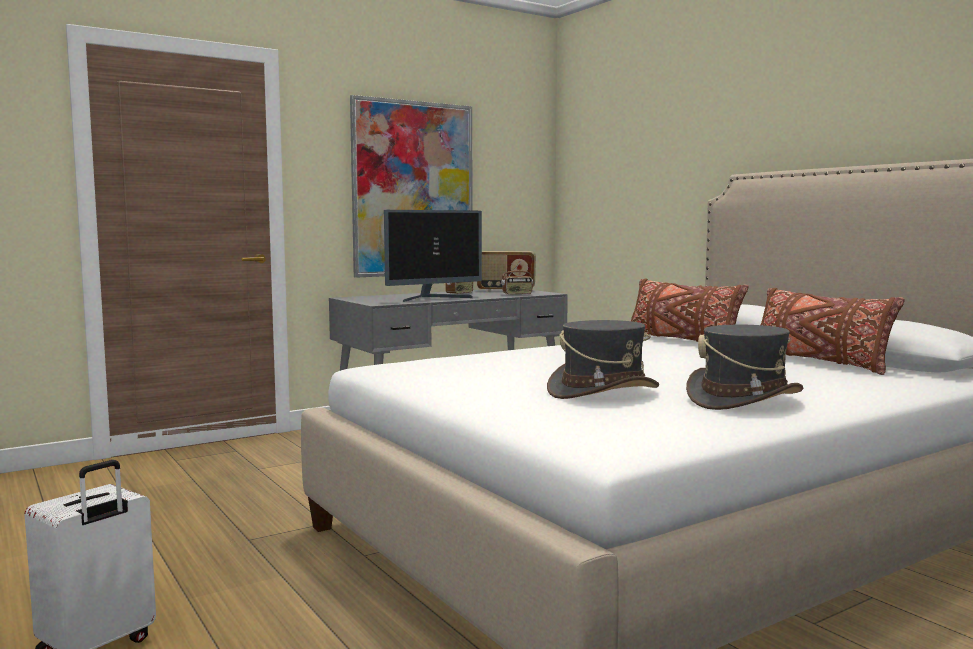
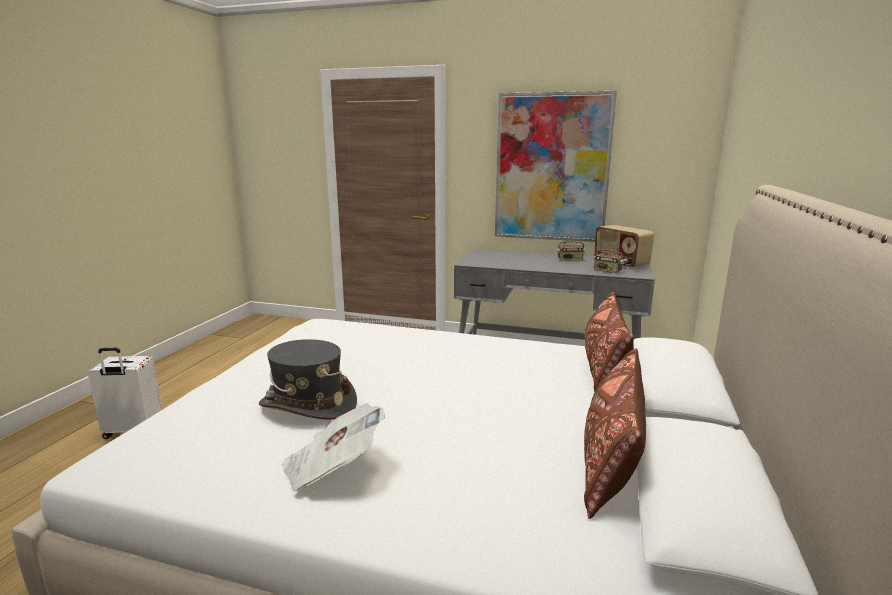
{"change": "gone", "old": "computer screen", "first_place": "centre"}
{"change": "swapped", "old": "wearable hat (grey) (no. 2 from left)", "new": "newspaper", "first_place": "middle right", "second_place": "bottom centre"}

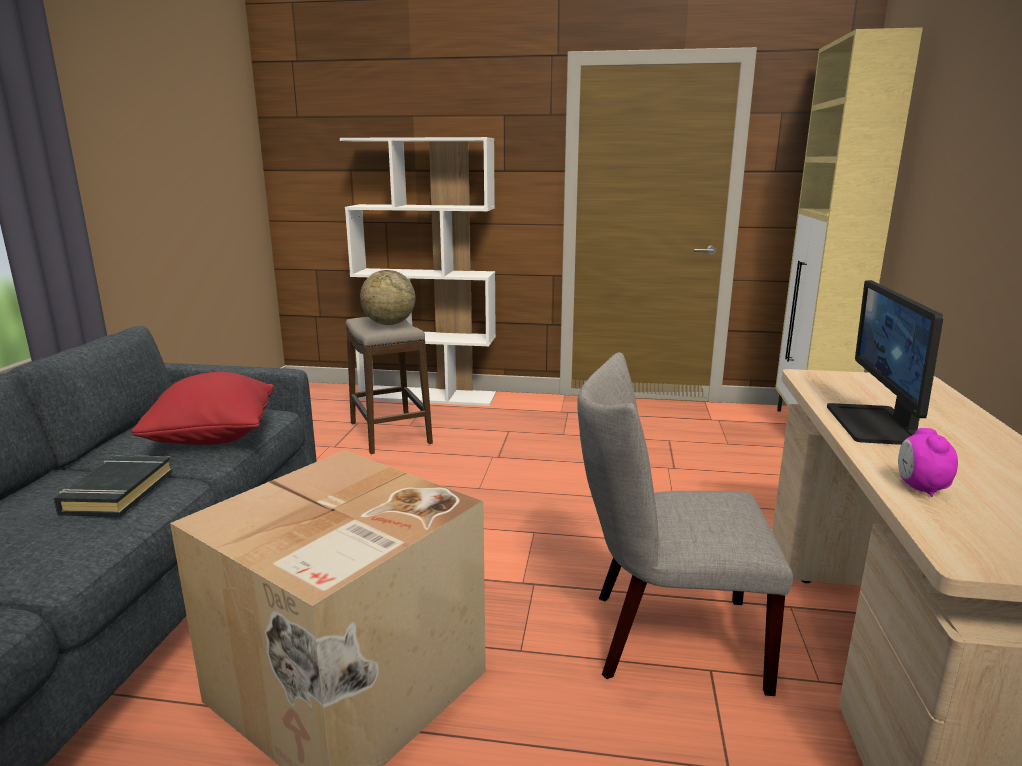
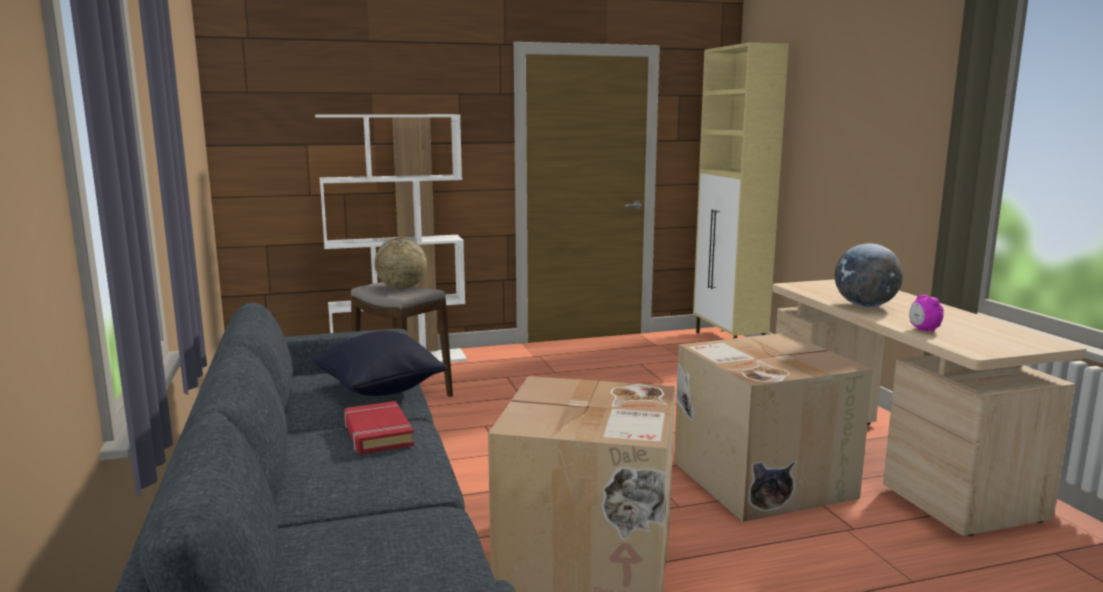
{"change": "repainted", "old": "volume (blackish)", "new": "volume (red-coloured)", "first_place": "middle left", "second_place": "bottom centre"}
{"change": "repainted", "old": "throw pillow (red-coloured)", "new": "throw pillow (blackish)", "first_place": "middle left", "second_place": "centre"}
{"change": "swapped", "old": "chair (grey)", "new": "carton (no. 2 from left)", "first_place": "bottom right", "second_place": "bottom right"}
{"change": "swapped", "old": "computer screen", "new": "globe (no. 2 from left)", "first_place": "middle right", "second_place": "middle right"}

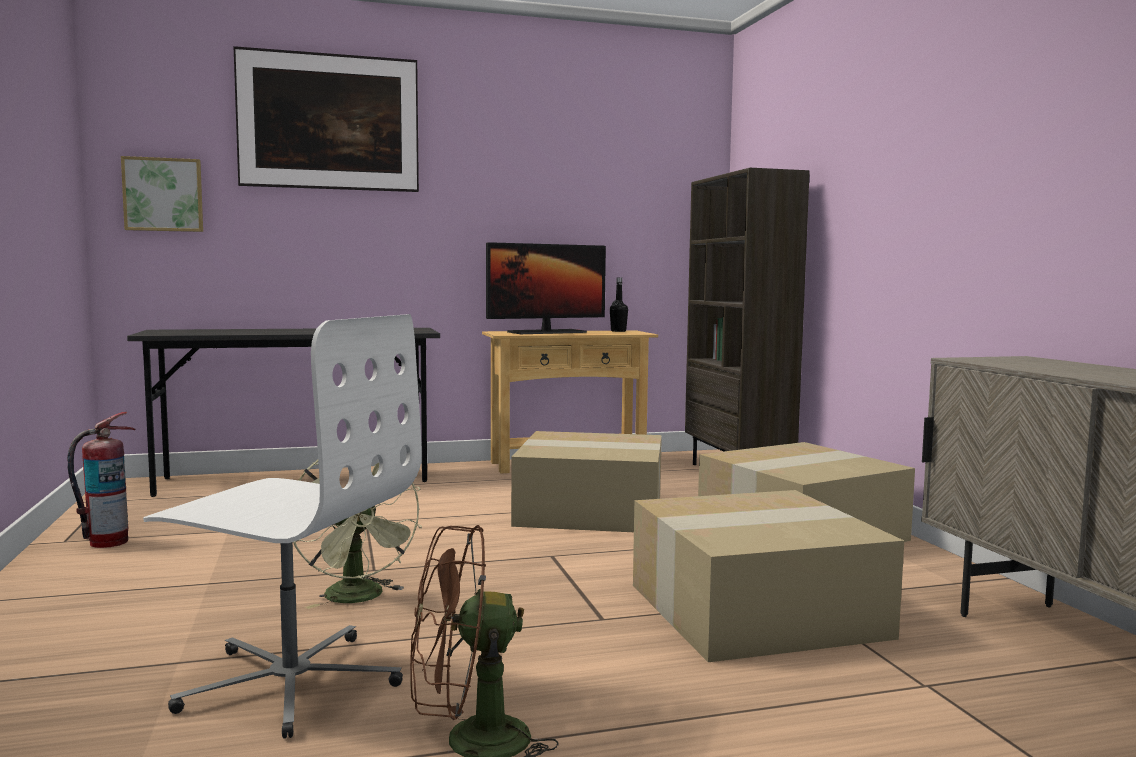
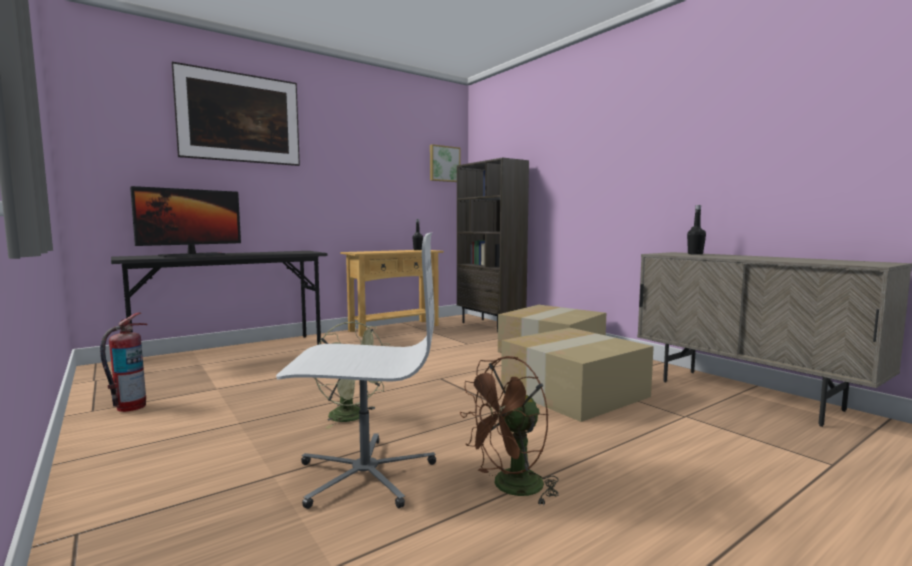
{"change": "shifted", "old": "wall art (no. 1 from left in the first image)", "new": "wall art (no. 2 from left)", "first_place": "top left", "second_place": "top centre"}
{"change": "shifted", "old": "computer screen", "first_place": "centre", "second_place": "middle left"}
{"change": "gone", "old": "carton (no. 1 from left)", "first_place": "centre"}
{"change": "new", "new": "bottle (blackish) (no. 2 from left)", "second_place": "middle right"}

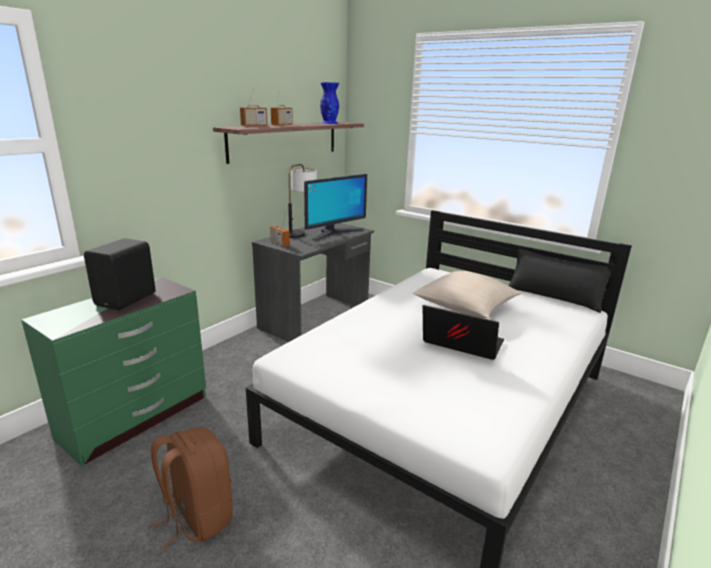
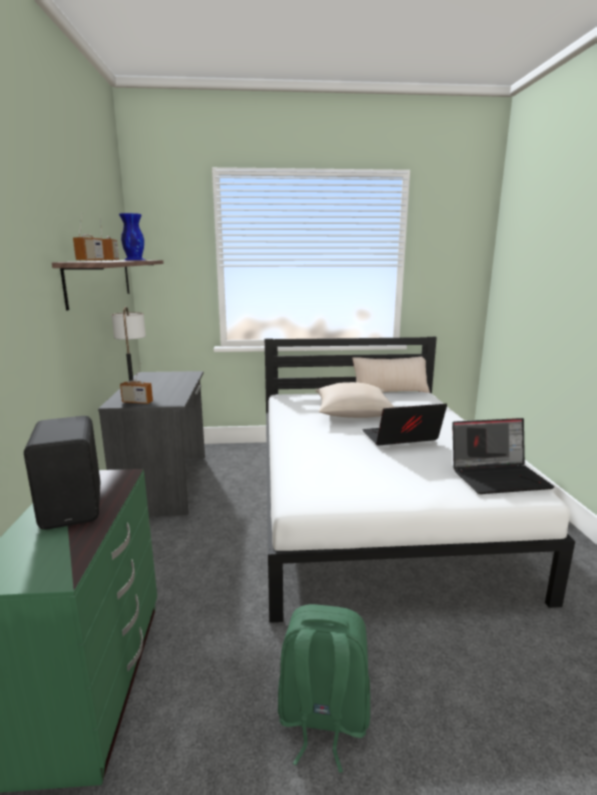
{"change": "repainted", "old": "rucksack (brown)", "new": "rucksack (greenish)", "first_place": "bottom left", "second_place": "bottom centre"}
{"change": "gone", "old": "computer screen", "first_place": "centre"}
{"change": "repainted", "old": "throw pillow (blackish)", "new": "throw pillow (beige-coloured) (no. 2 from left)", "first_place": "middle right", "second_place": "centre"}
{"change": "new", "new": "notebook computer (no. 2 from left)", "second_place": "middle right"}

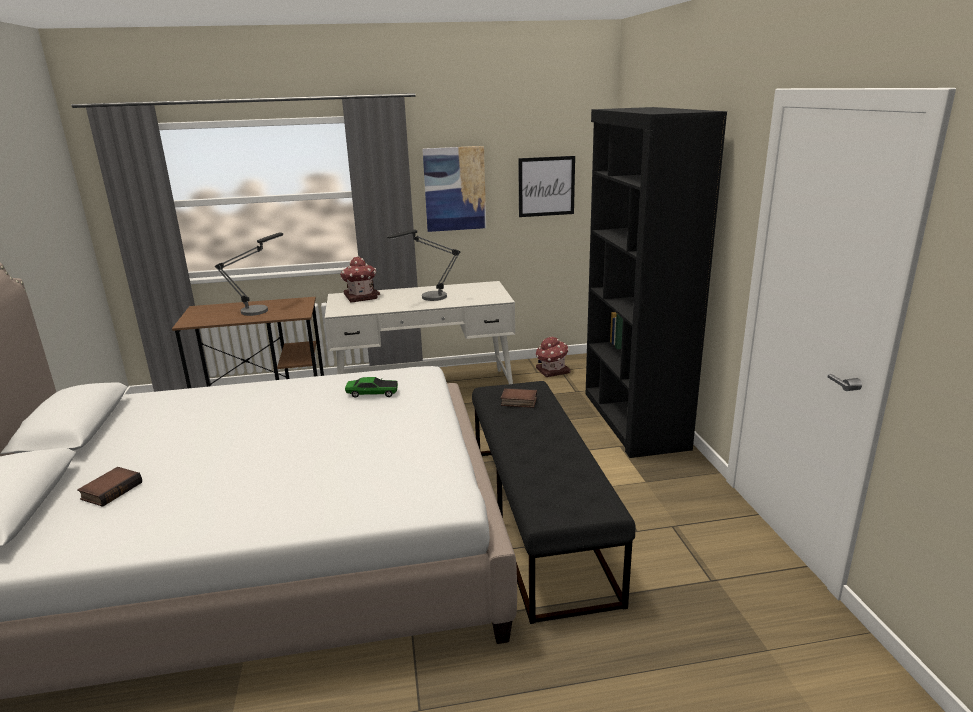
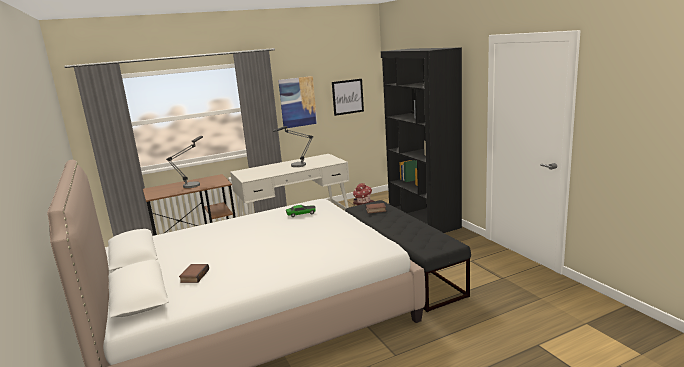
{"change": "gone", "old": "miniature house (no. 1 from left)", "first_place": "centre"}

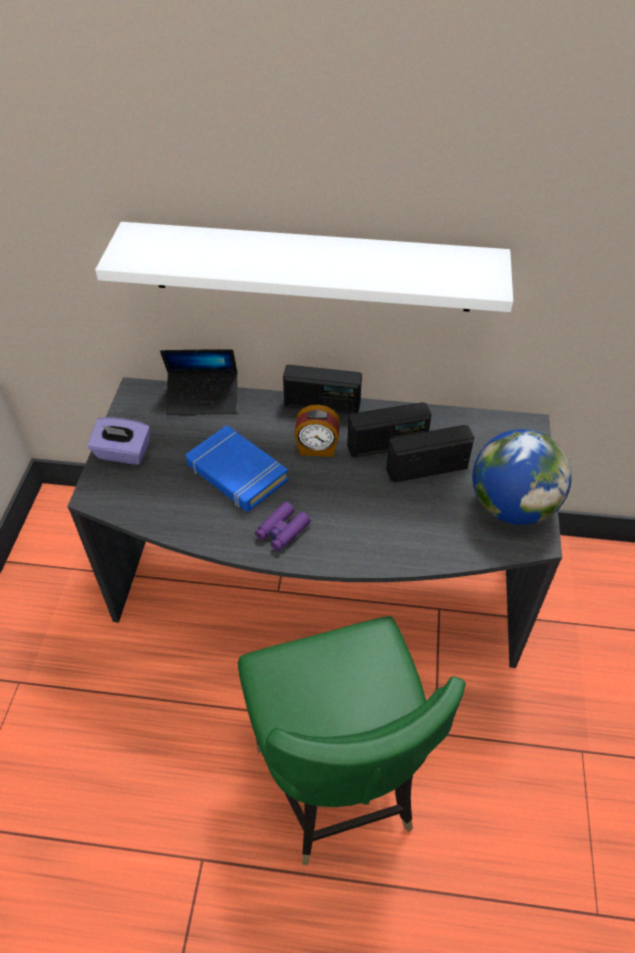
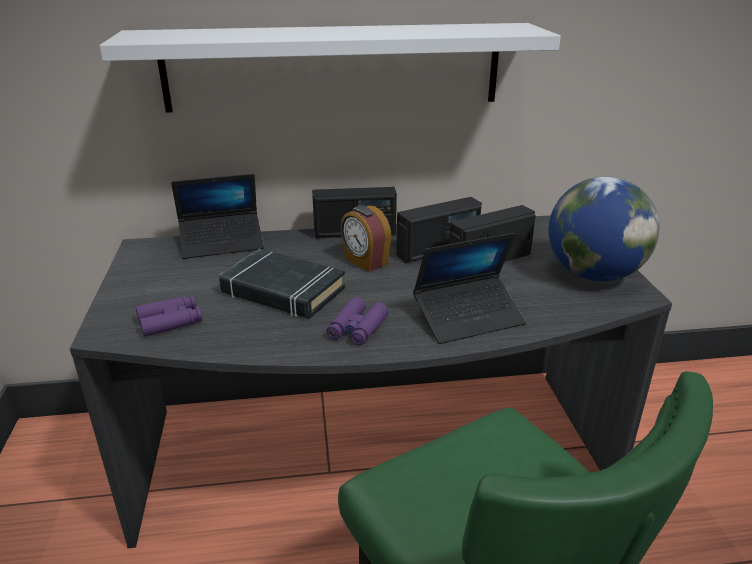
{"change": "gone", "old": "box of tissues (purple-coloured)", "first_place": "middle left"}
{"change": "repainted", "old": "volume (bluish)", "new": "volume (blackish)", "first_place": "centre", "second_place": "centre"}
{"change": "rotated", "old": "bedside clock", "first_place": "centre", "second_place": "centre", "degrees": 60}
{"change": "new", "new": "field glasses (purple-coloured) (no. 1 from left)", "second_place": "middle left"}
{"change": "new", "new": "notebook computer (no. 2 from left)", "second_place": "centre"}

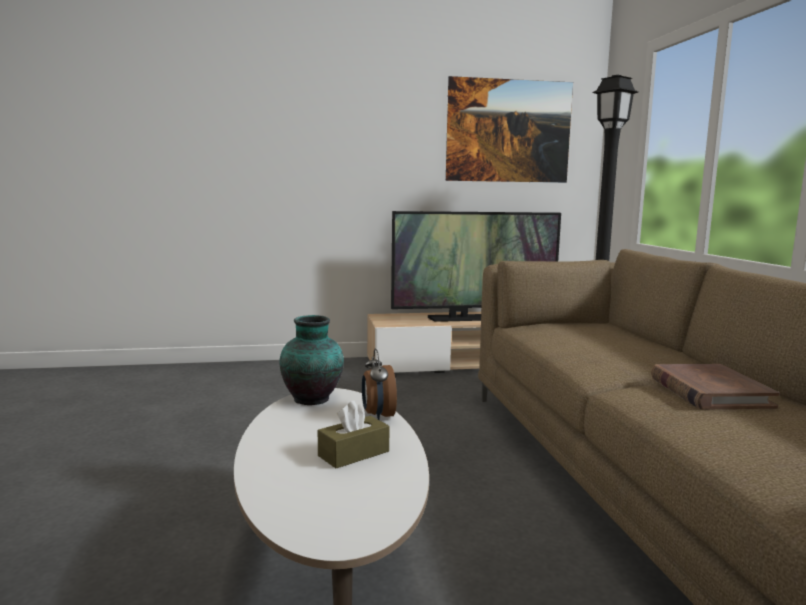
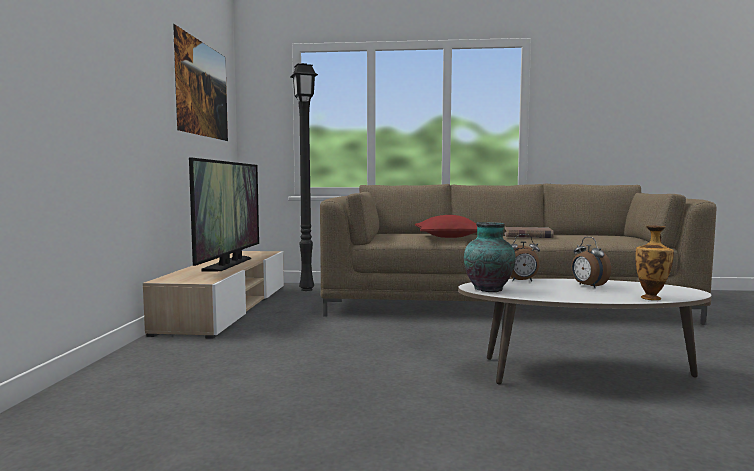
{"change": "swapped", "old": "box of tissues (brown)", "new": "bedside clock (no. 2 from left)", "first_place": "bottom centre", "second_place": "middle right"}
{"change": "new", "new": "throw pillow (red-coloured)", "second_place": "centre"}
{"change": "new", "new": "decorative vase (no. 2 from left)", "second_place": "middle right"}

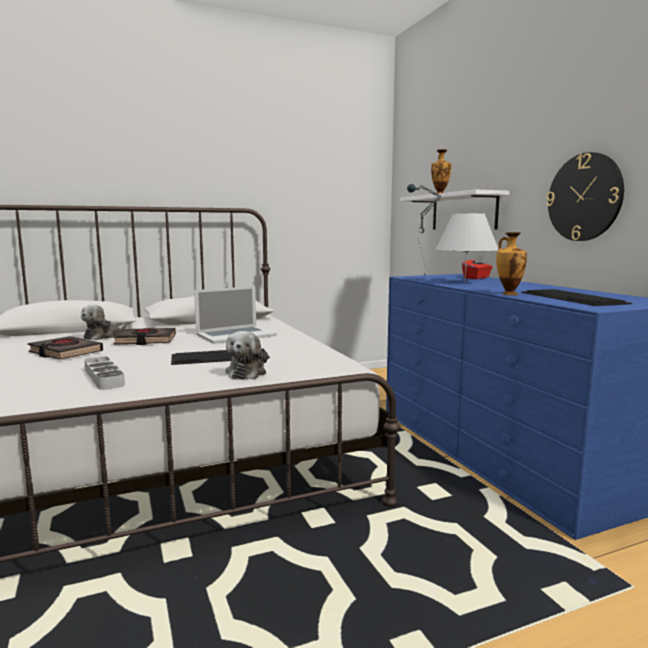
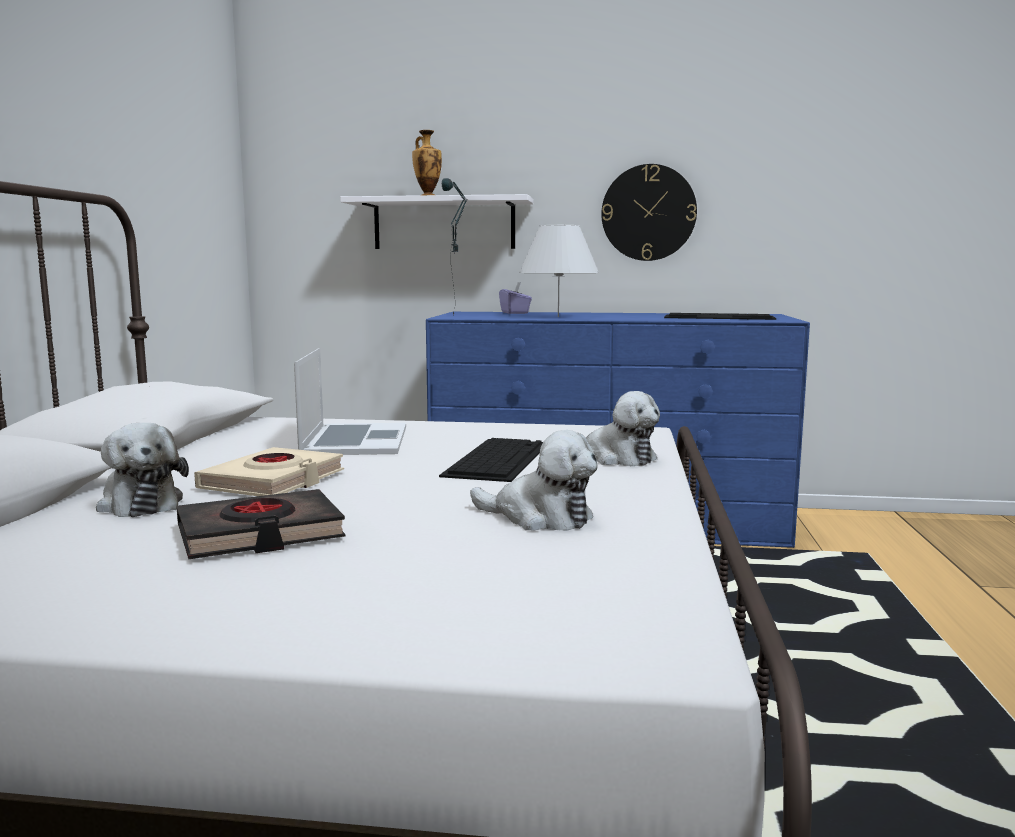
{"change": "swapped", "old": "carrying tray (grey)", "new": "soft toy (no. 2 from left)", "first_place": "middle left", "second_place": "centre"}
{"change": "repainted", "old": "volume (blackish) (no. 2 from left)", "new": "volume (beige-coloured)", "first_place": "middle left", "second_place": "middle left"}
{"change": "repainted", "old": "box of tissues (red-coloured)", "new": "box of tissues (purple-coloured)", "first_place": "middle right", "second_place": "centre"}
{"change": "gone", "old": "decorative vase (no. 2 from left)", "first_place": "middle right"}

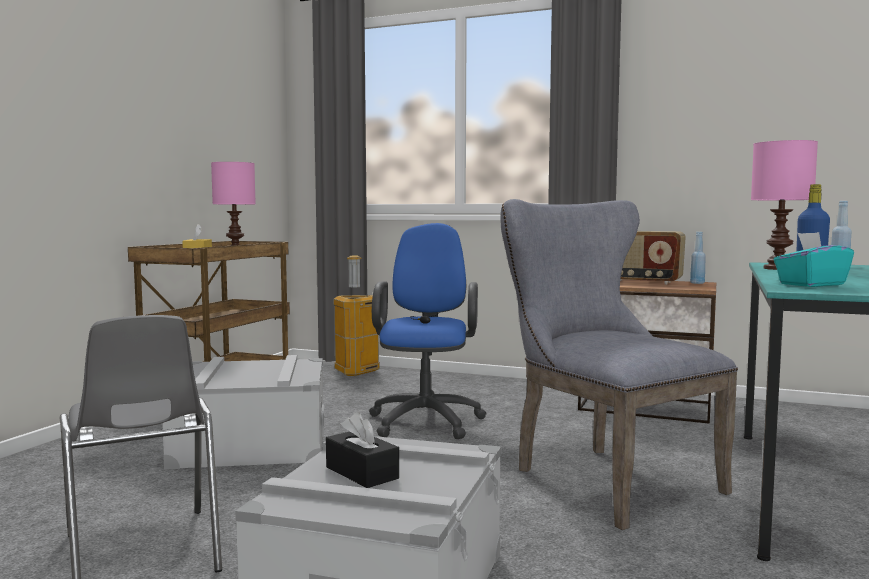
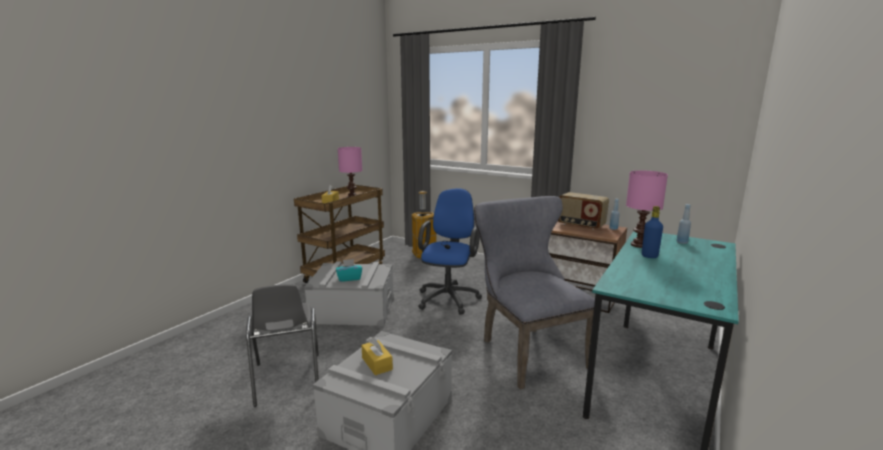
{"change": "repainted", "old": "box of tissues (blackish)", "new": "box of tissues (yellow) (no. 2 from left)", "first_place": "bottom centre", "second_place": "bottom centre"}
{"change": "shifted", "old": "box of tissues (turquoise)", "first_place": "middle right", "second_place": "centre"}

